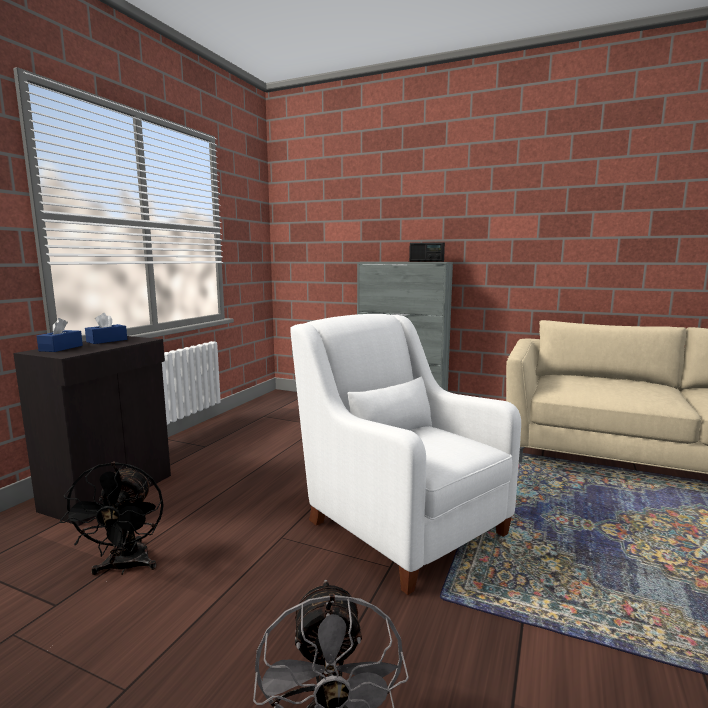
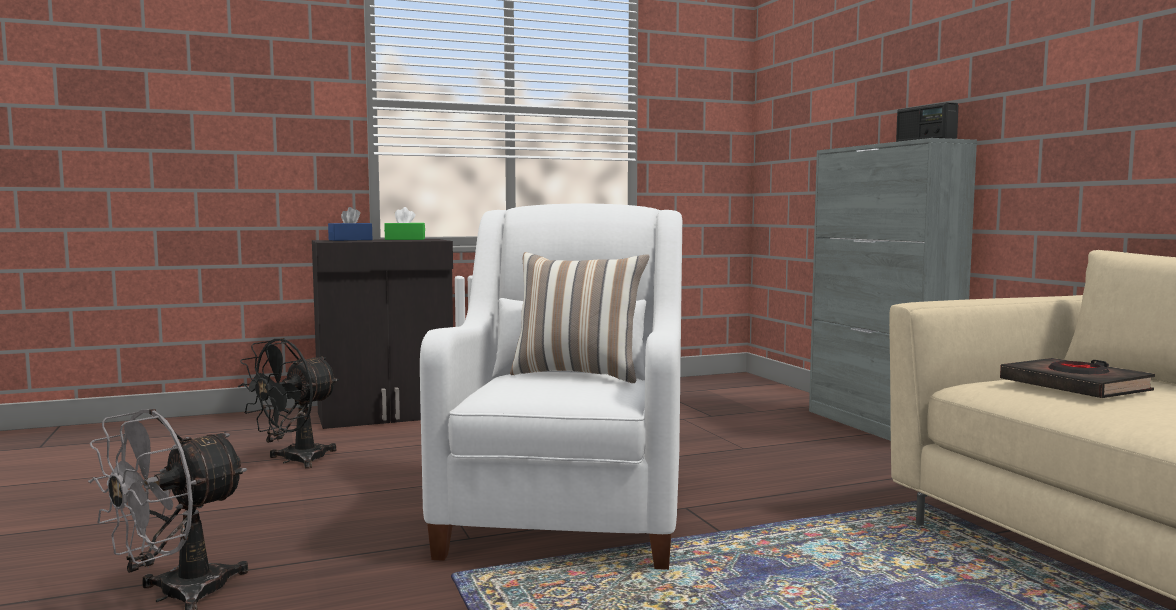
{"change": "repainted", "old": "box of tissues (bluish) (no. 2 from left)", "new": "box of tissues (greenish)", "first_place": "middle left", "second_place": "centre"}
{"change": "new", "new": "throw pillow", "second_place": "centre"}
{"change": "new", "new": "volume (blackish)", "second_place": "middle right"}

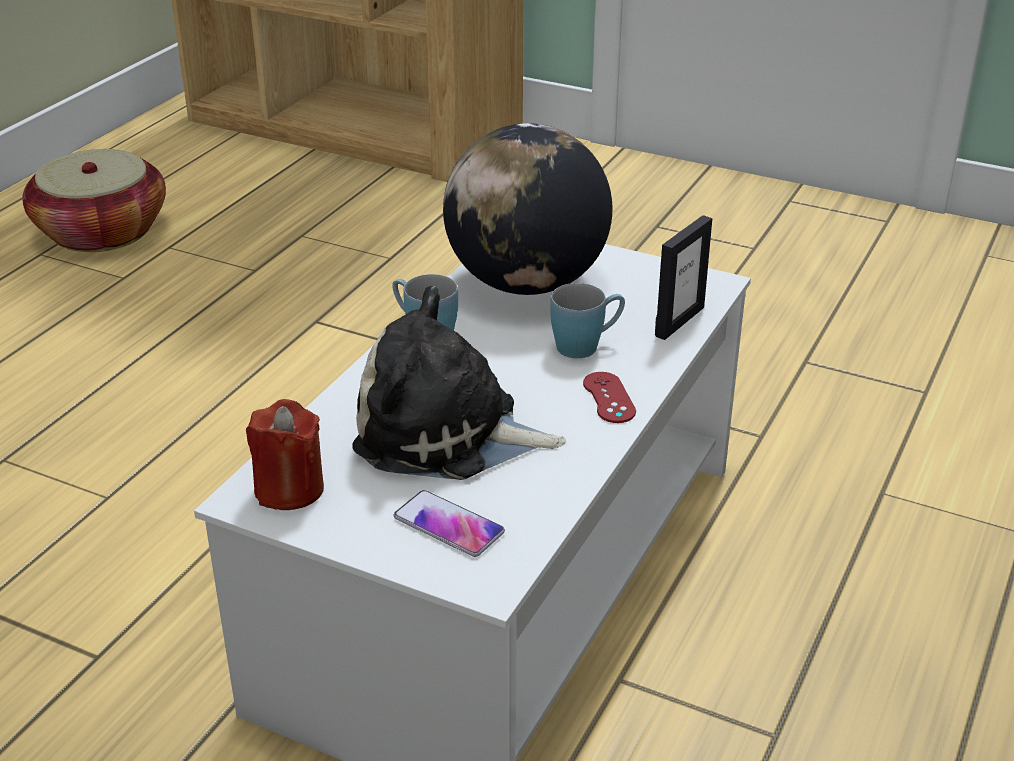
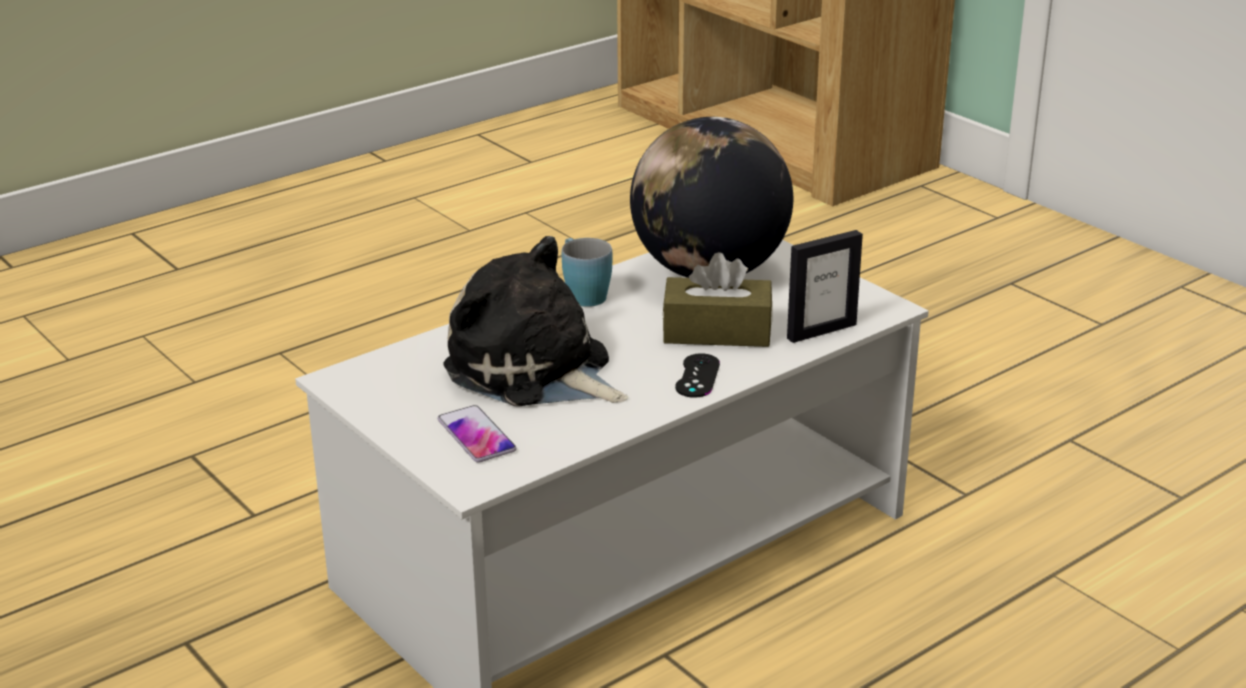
{"change": "gone", "old": "household basket", "first_place": "top left"}
{"change": "gone", "old": "candle (red-coloured)", "first_place": "middle left"}
{"change": "swapped", "old": "coffee mug (bluish) (no. 2 from left)", "new": "box of tissues (brown)", "first_place": "centre", "second_place": "centre"}
{"change": "repainted", "old": "game controller (red-coloured)", "new": "game controller (blackish)", "first_place": "centre", "second_place": "centre"}

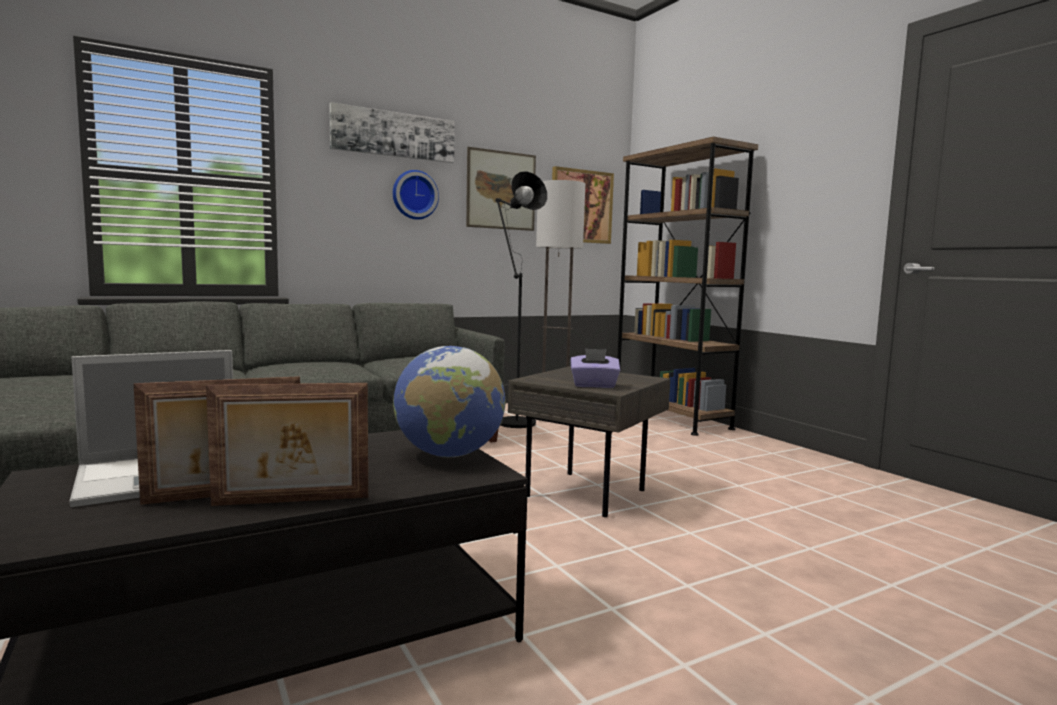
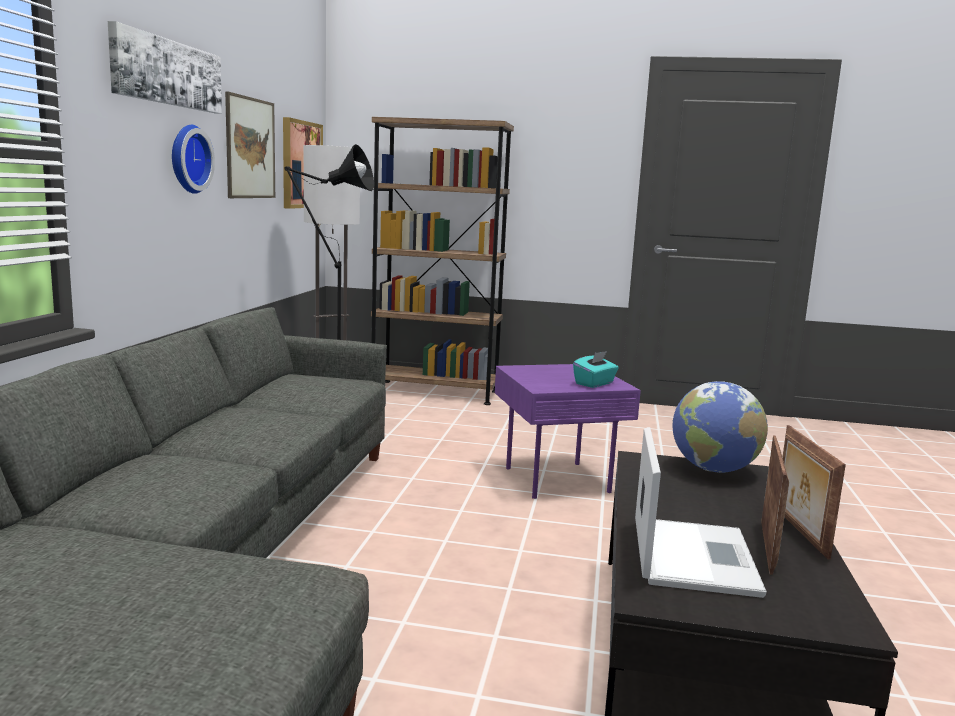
{"change": "rotated", "old": "standing frame (no. 2 from left)", "first_place": "middle left", "second_place": "bottom right", "degrees": 150}
{"change": "repainted", "old": "side table (grey)", "new": "side table (purple-coloured)", "first_place": "centre", "second_place": "centre"}
{"change": "repainted", "old": "box of tissues (purple-coloured)", "new": "box of tissues (turquoise)", "first_place": "centre", "second_place": "centre"}

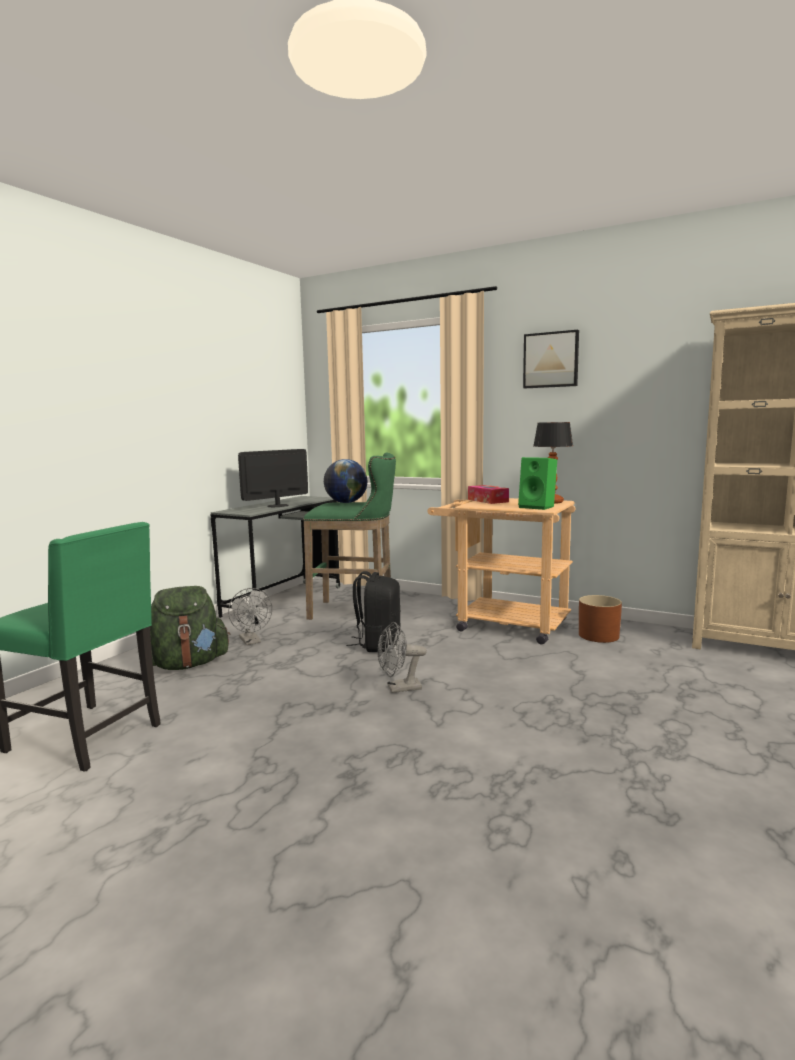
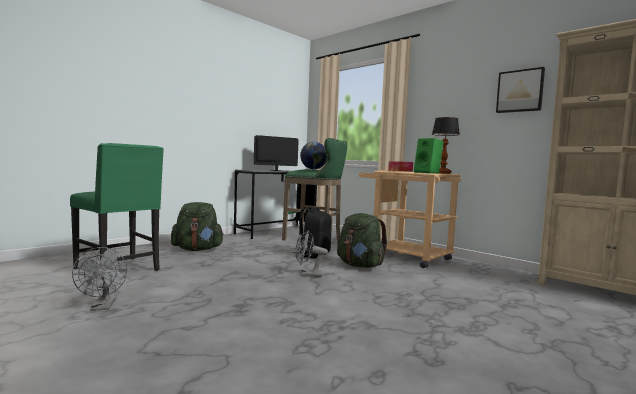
{"change": "shifted", "old": "cooling fan (grey) (no. 1 from left)", "first_place": "middle left", "second_place": "bottom left"}
{"change": "shifted", "old": "wall art", "first_place": "middle right", "second_place": "top right"}
{"change": "gone", "old": "plant pot (brown)", "first_place": "middle right"}
{"change": "new", "new": "rucksack (greenish) (no. 2 from left)", "second_place": "centre"}

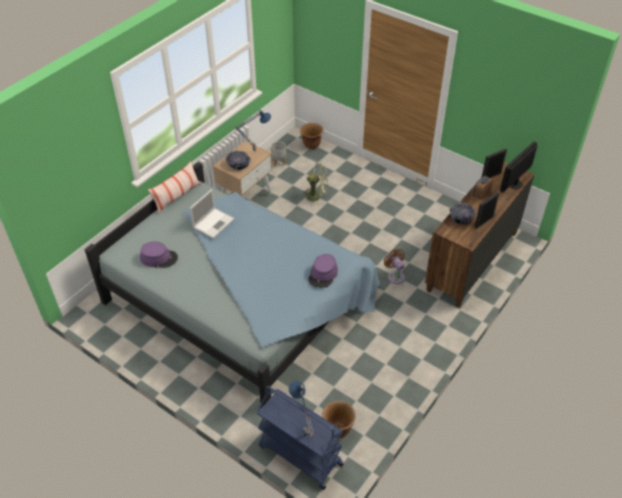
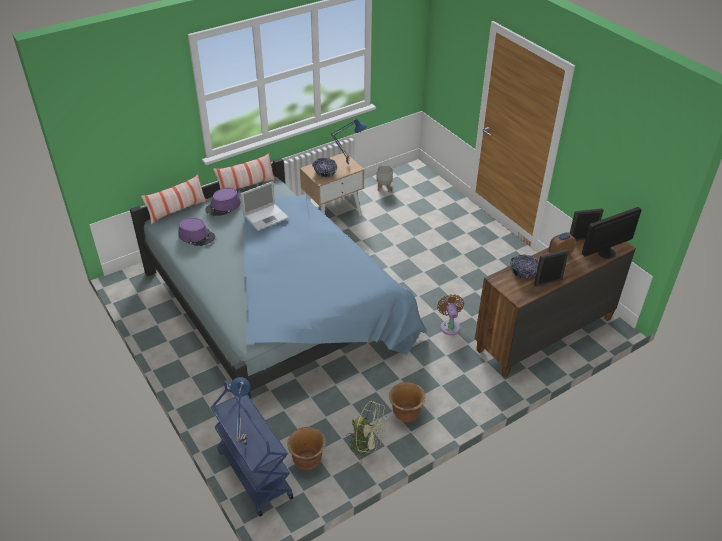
{"change": "shifted", "old": "plant pot (brown) (no. 1 from left in the first image)", "new": "plant pot (brown) (no. 2 from left)", "first_place": "top centre", "second_place": "bottom centre"}
{"change": "shifted", "old": "cooling fan (greenish)", "first_place": "centre", "second_place": "bottom centre"}
{"change": "shifted", "old": "wearable hat (purple-coloured) (no. 2 from left)", "first_place": "centre", "second_place": "middle left"}
{"change": "new", "new": "throw pillow (no. 1 from left)", "second_place": "middle left"}

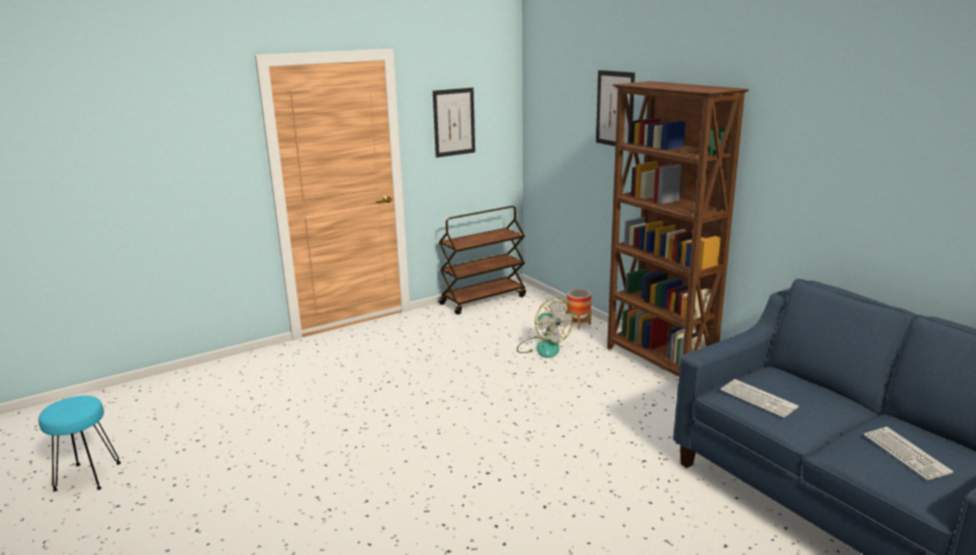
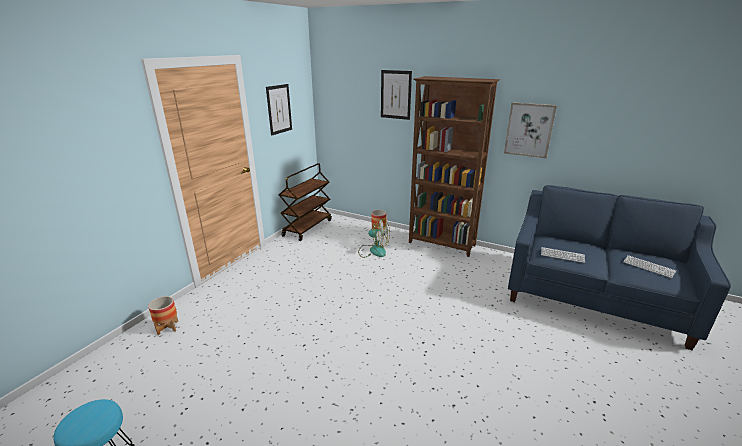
{"change": "new", "new": "plant pot (no. 1 from left)", "second_place": "bottom left"}
{"change": "new", "new": "wall art (no. 3 from left)", "second_place": "top right"}

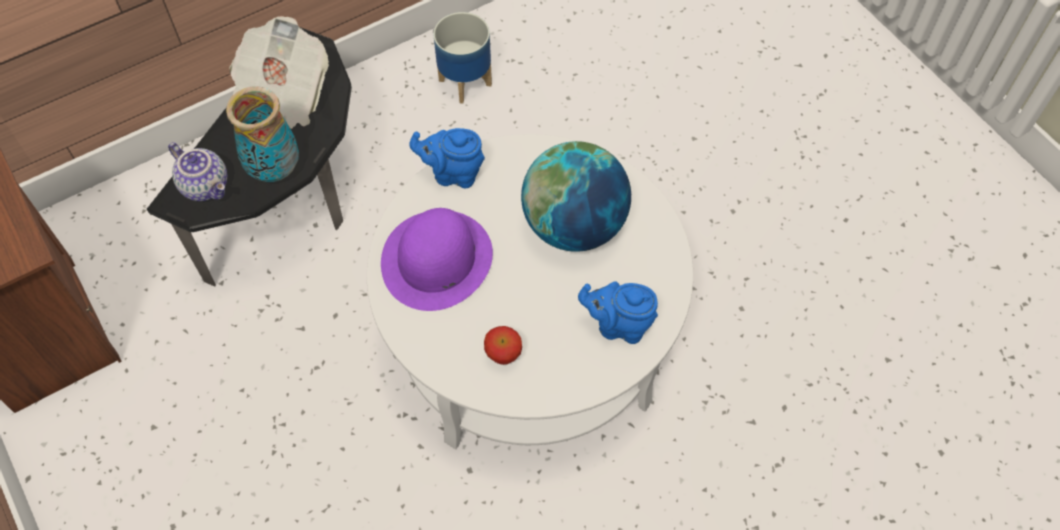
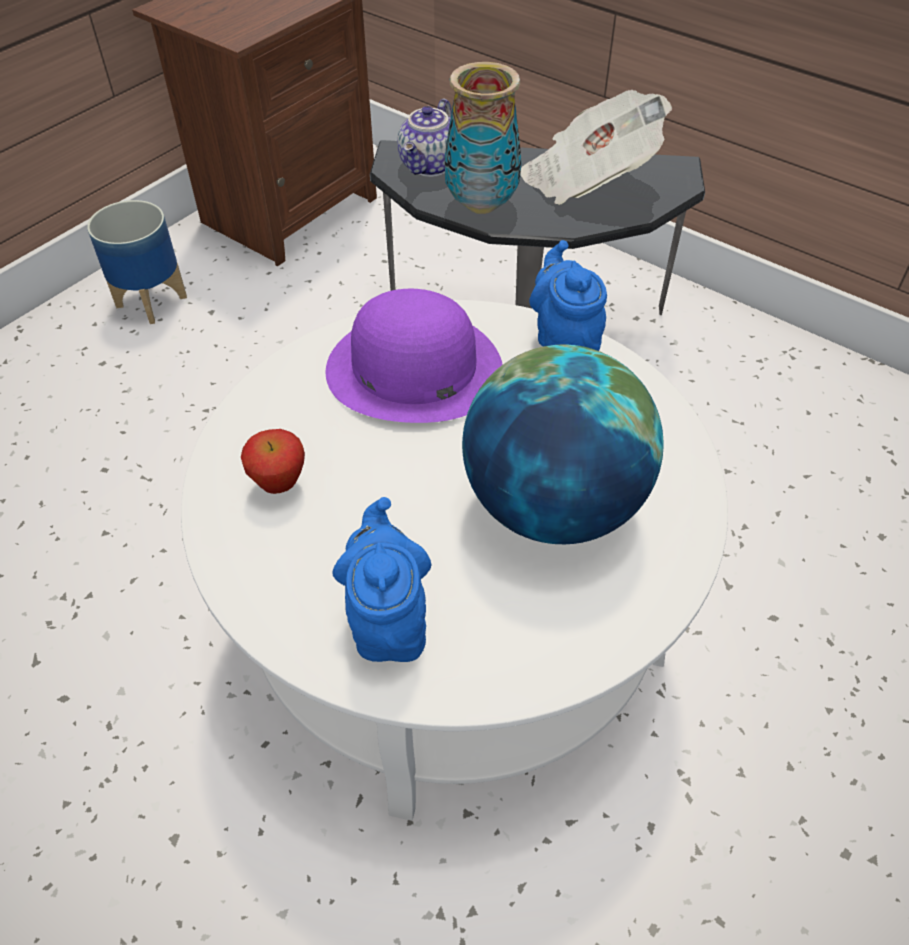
{"change": "shifted", "old": "plant pot", "first_place": "top centre", "second_place": "top left"}

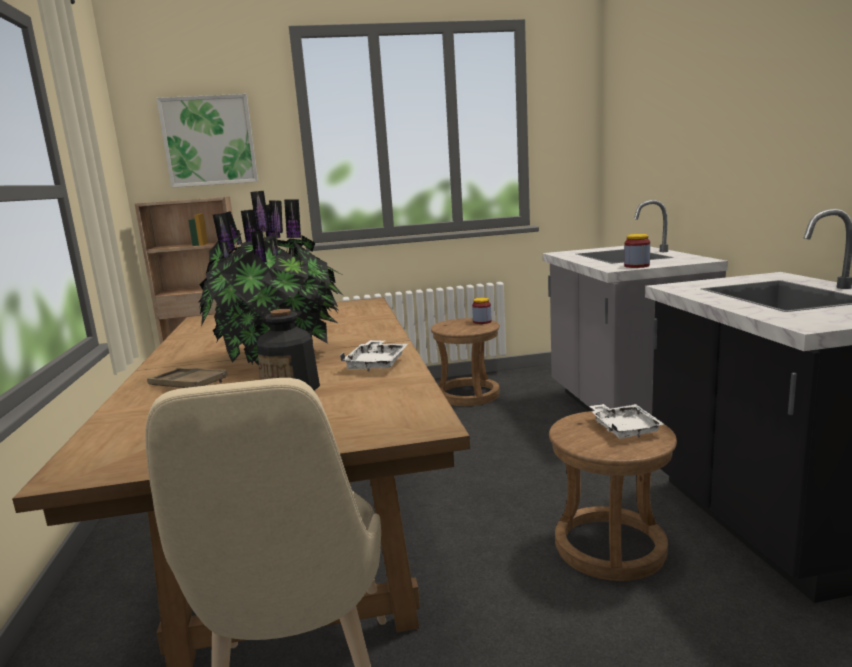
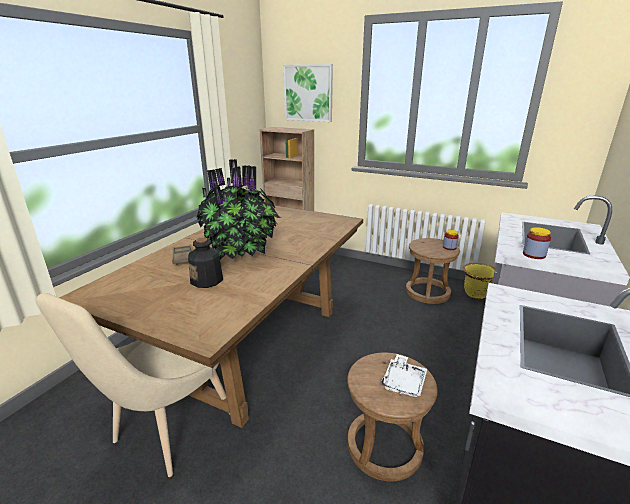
{"change": "gone", "old": "carrying tray (white) (no. 1 from left)", "first_place": "centre"}
{"change": "new", "new": "plant pot (yellow)", "second_place": "middle right"}

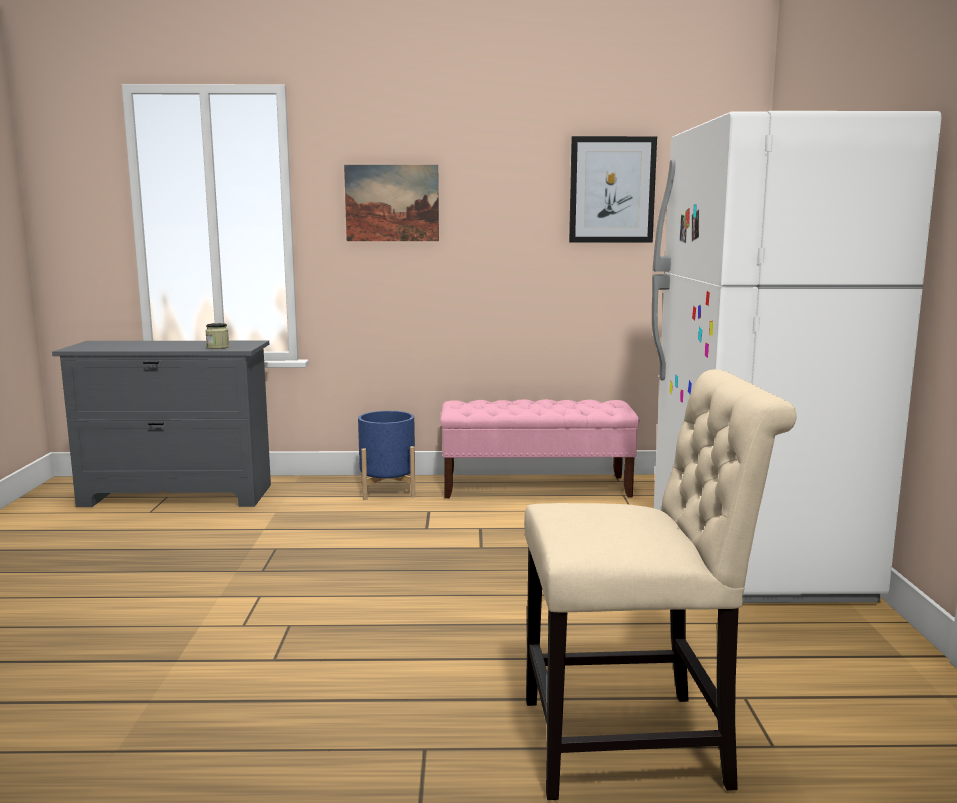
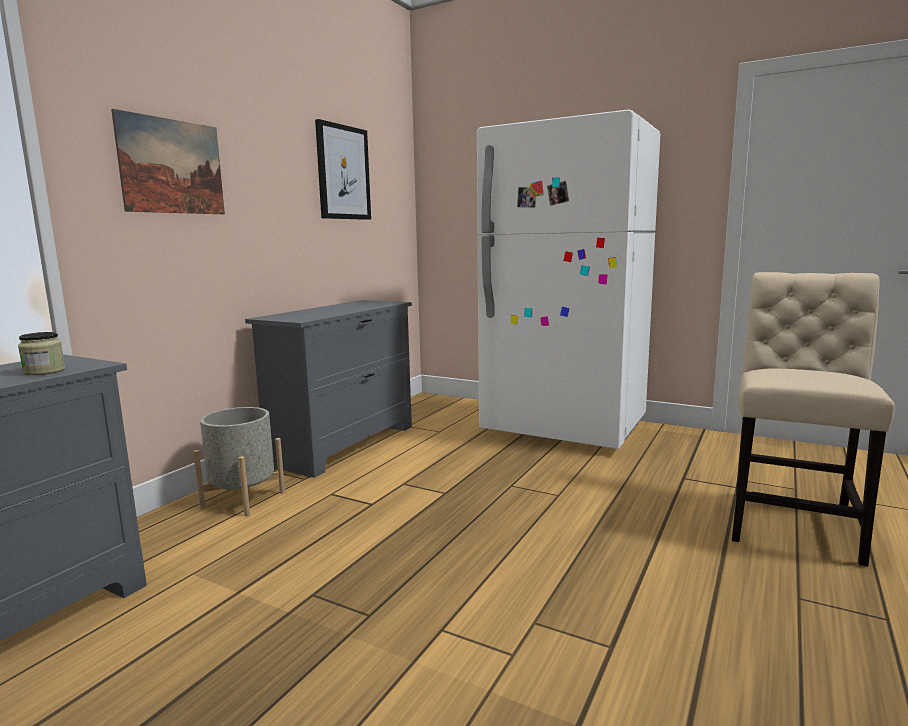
{"change": "repainted", "old": "plant pot (bluish)", "new": "plant pot (grey)", "first_place": "centre", "second_place": "middle left"}
{"change": "swapped", "old": "bench (pinkish)", "new": "dresser (grey) (no. 2 from left)", "first_place": "centre", "second_place": "centre"}

